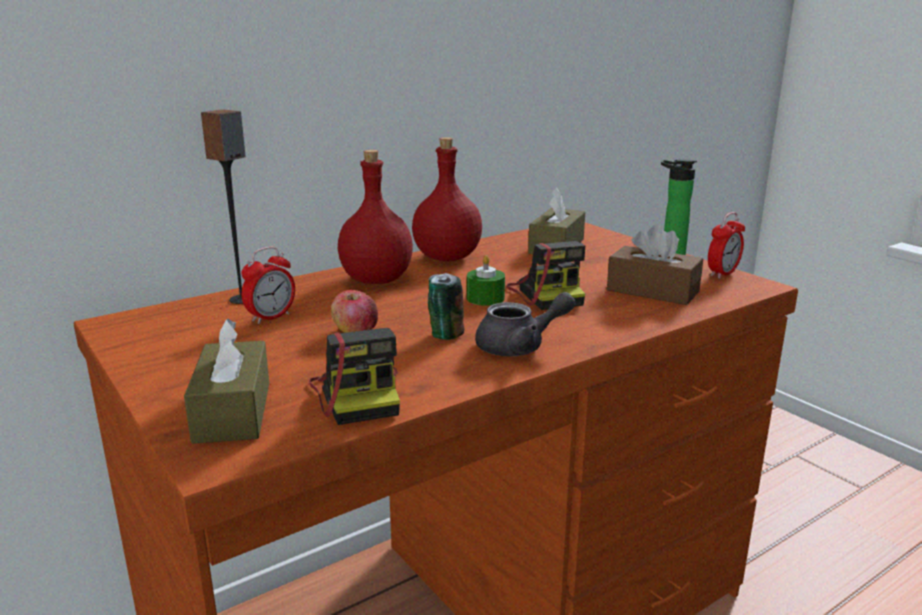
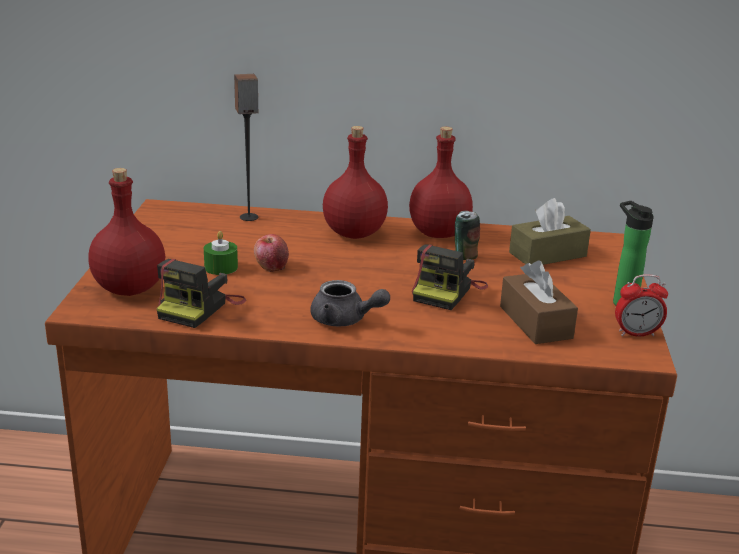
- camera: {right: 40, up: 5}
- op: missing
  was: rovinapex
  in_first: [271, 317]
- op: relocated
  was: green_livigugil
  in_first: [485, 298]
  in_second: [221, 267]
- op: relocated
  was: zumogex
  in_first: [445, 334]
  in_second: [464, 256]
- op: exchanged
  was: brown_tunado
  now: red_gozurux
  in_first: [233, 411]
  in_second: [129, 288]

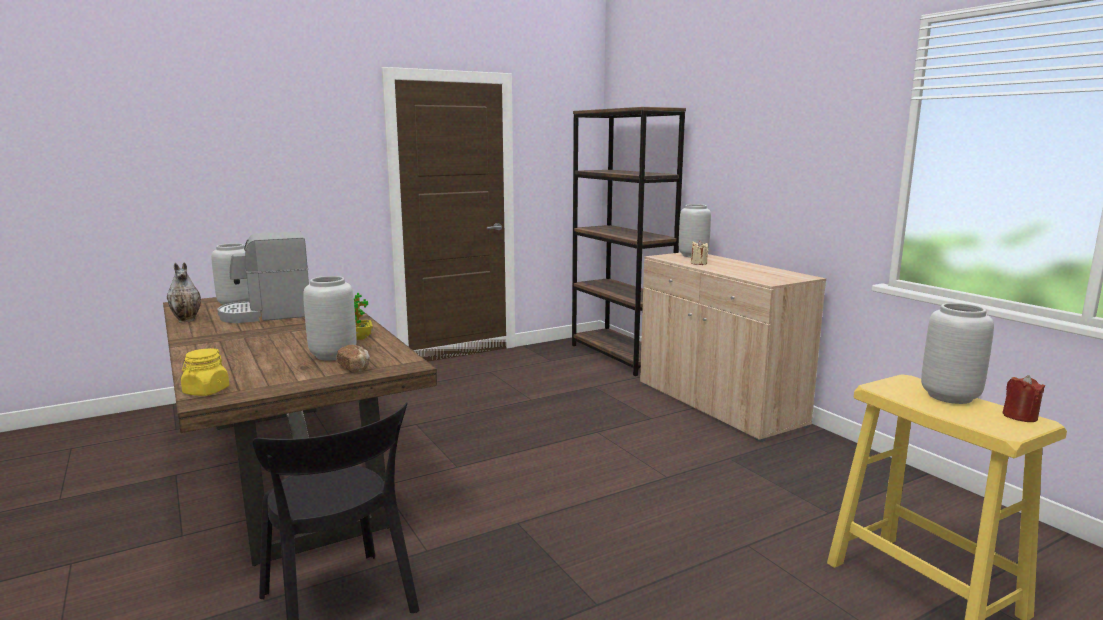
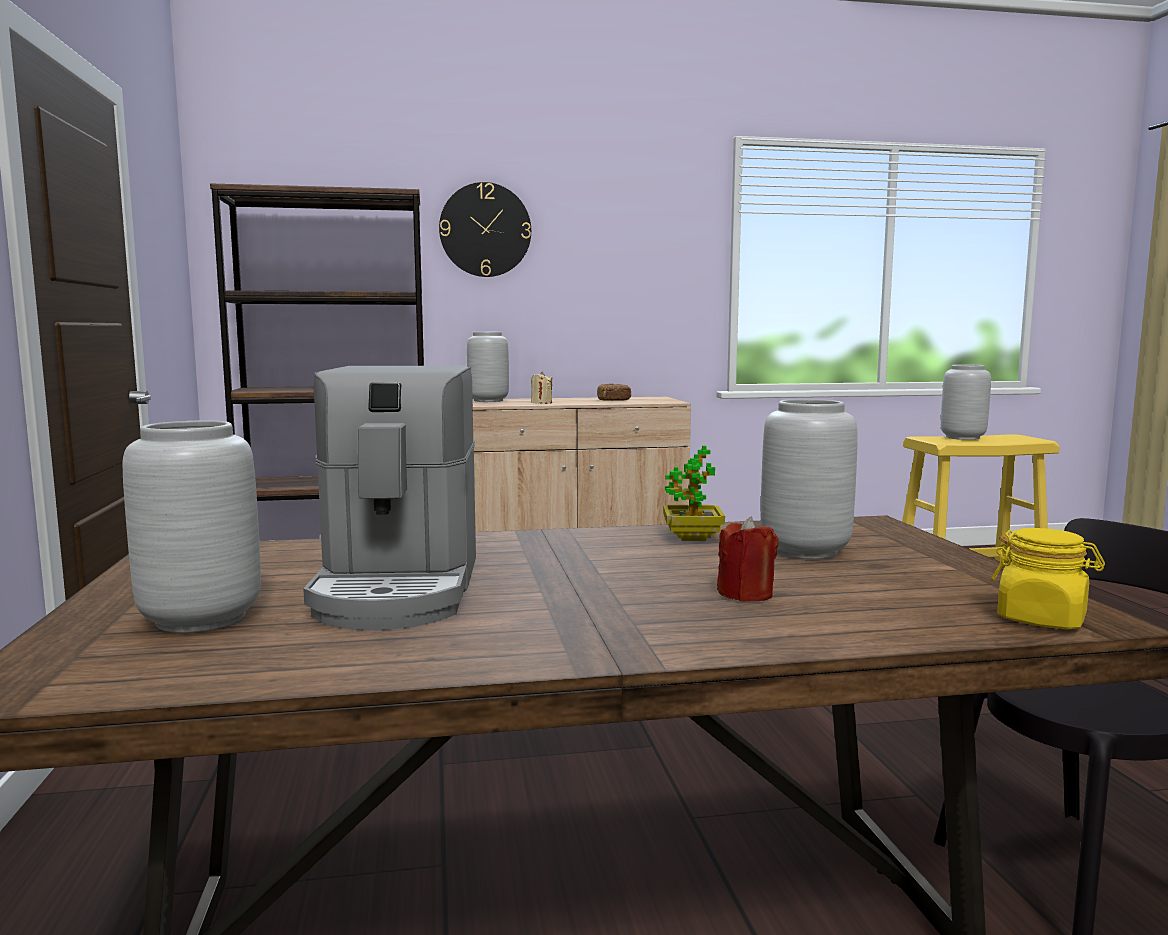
- camera: {right: -70, up: -5}
- op: missing
  was: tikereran
  in_first: [187, 320]
- op: relocated
  was: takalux
  in_first: [355, 367]
  in_second: [614, 400]
- op: relocated
  was: red_livigugil
  in_first: [1020, 416]
  in_second: [745, 594]
- op: appeared
  now: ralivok
  in_second: [485, 230]

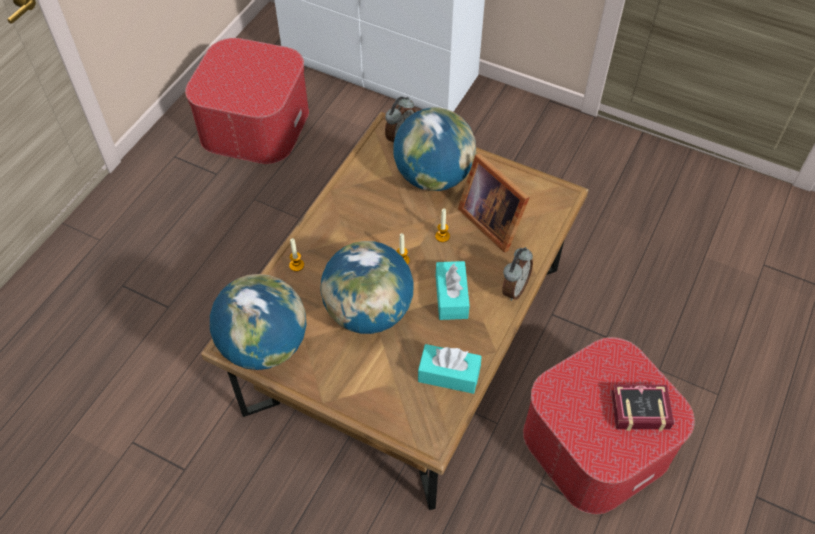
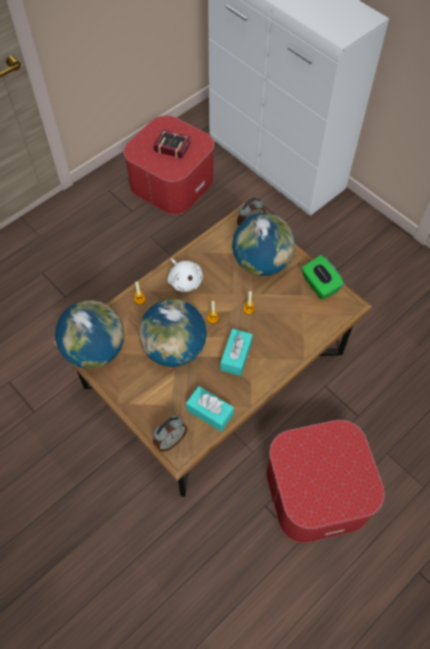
- camera: {right: 20, up: 5}
- op: missing
  was: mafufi
  in_first: [491, 220]
- op: relocated
  was: rovinapex
  in_first: [514, 288]
  in_second: [170, 440]
- op: relocated
  was: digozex
  in_first: [637, 408]
  in_second: [171, 145]
- op: appeared
  now: green_tunado
  in_second: [319, 285]
- op: appeared
  now: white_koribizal
  in_second: [185, 280]

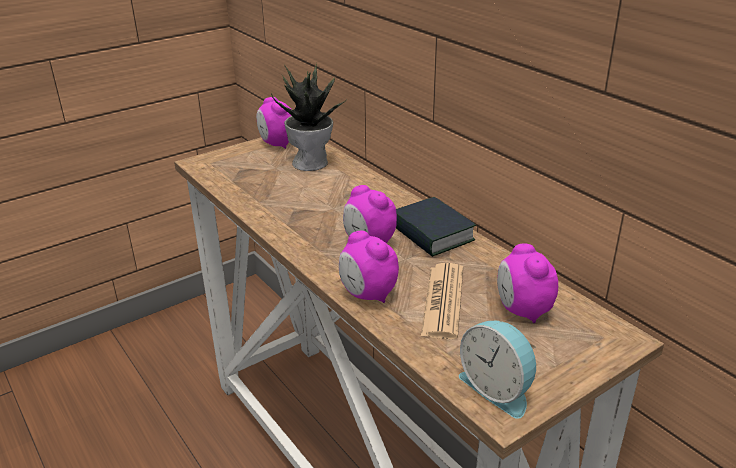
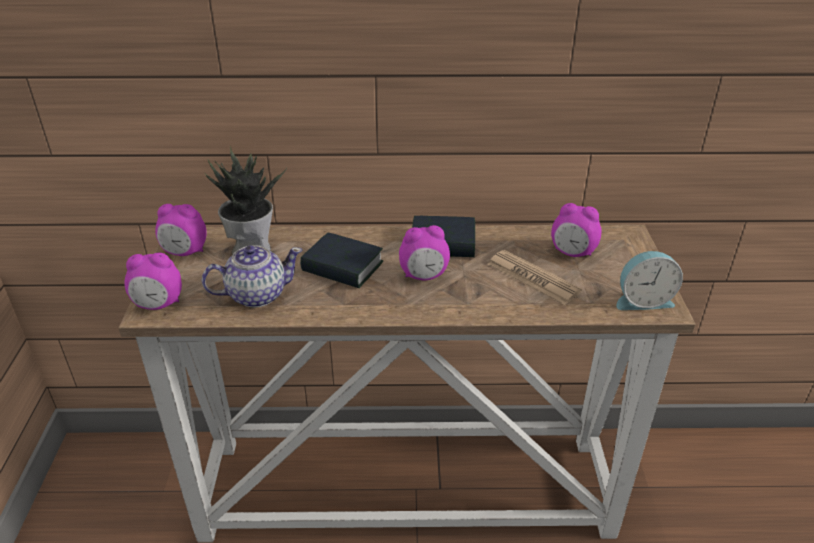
- camera: {right: -55, up: 5}
- op: relocated
  was: rovinapex
  in_first: [367, 295]
  in_second: [159, 305]
- op: appeared
  now: digozex
  in_second: [342, 267]
- op: appeared
  now: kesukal
  in_second: [256, 294]

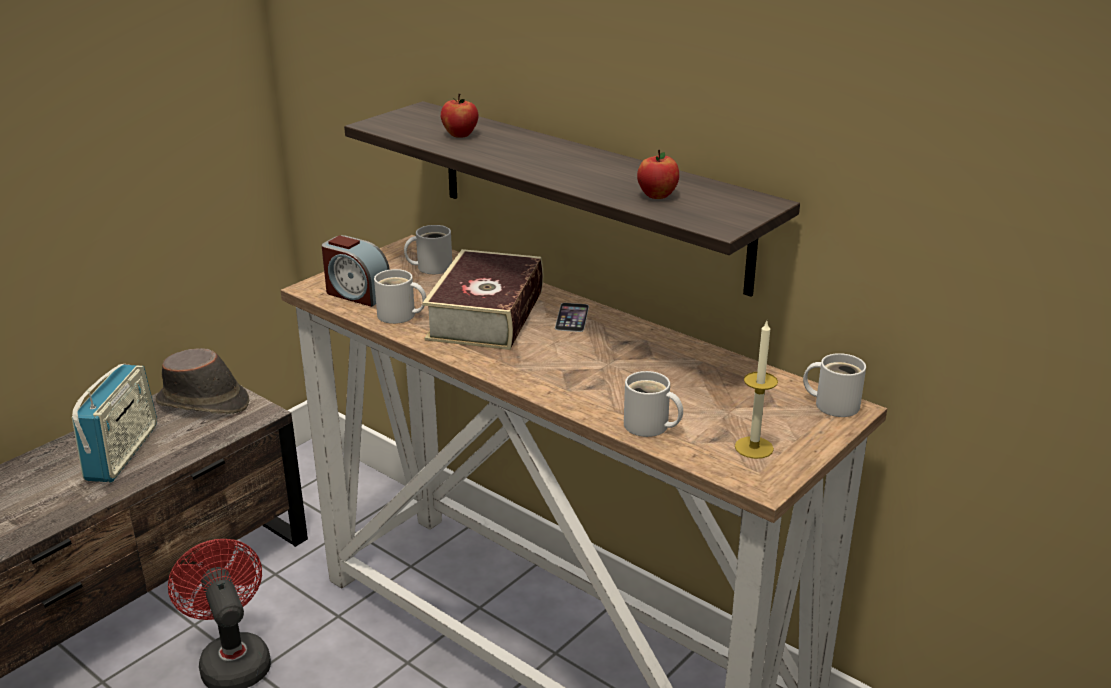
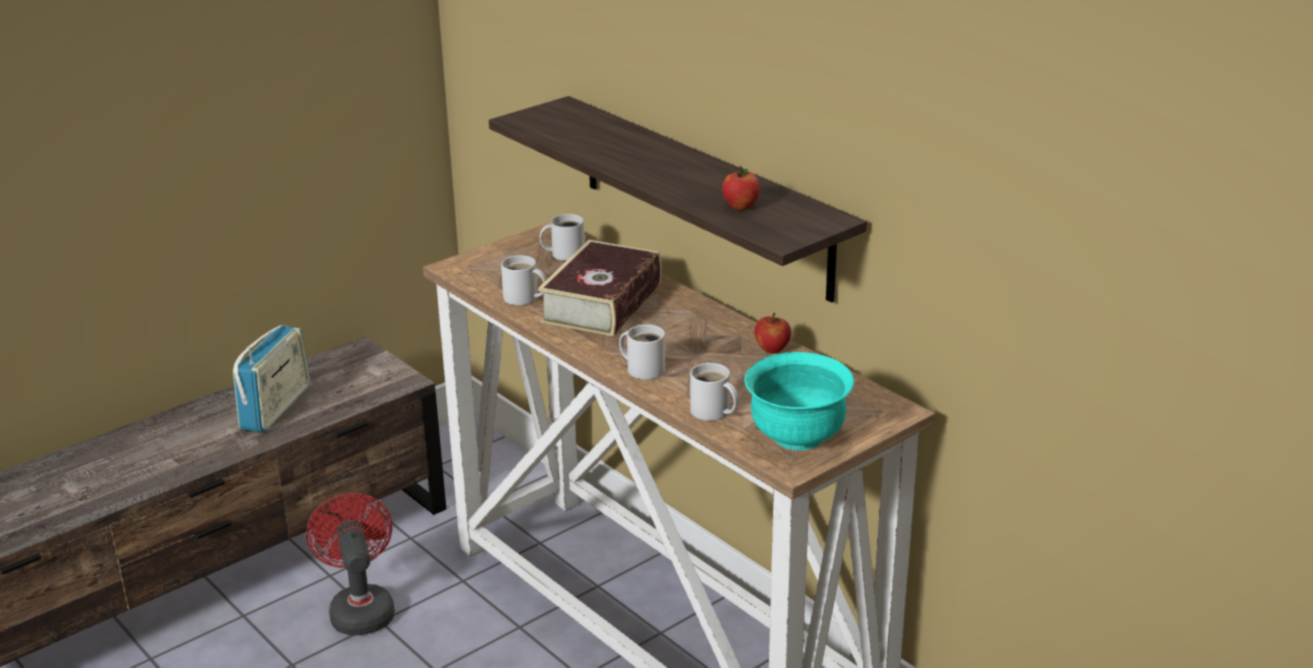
- camera: {right: 10, up: 0}
- op: relocated
  was: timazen
  in_first: [460, 135]
  in_second: [772, 349]
- op: missing
  was: rovinapex
  in_first: [357, 293]
- op: missing
  was: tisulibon
  in_first: [572, 317]
- op: exchanged
  was: livigugil
  now: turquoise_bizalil
  in_first: [754, 447]
  in_second: [797, 437]
- op: missing
  was: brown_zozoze
  in_first: [203, 403]
- op: relocated
  was: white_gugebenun
  in_first: [833, 404]
  in_second: [644, 368]

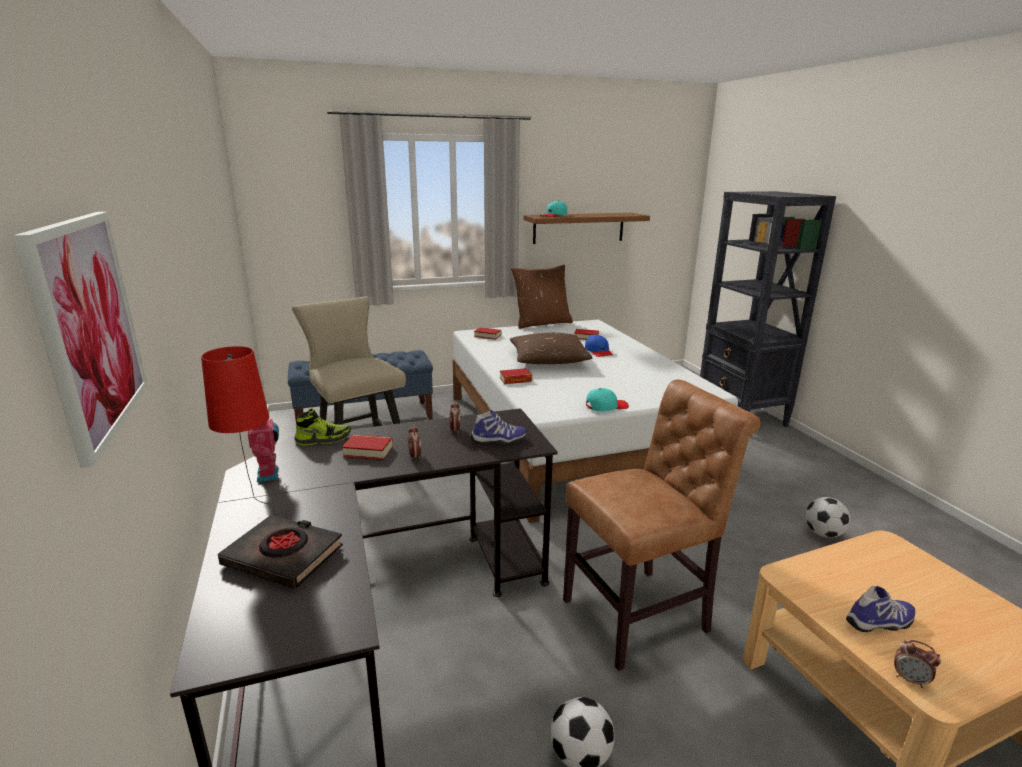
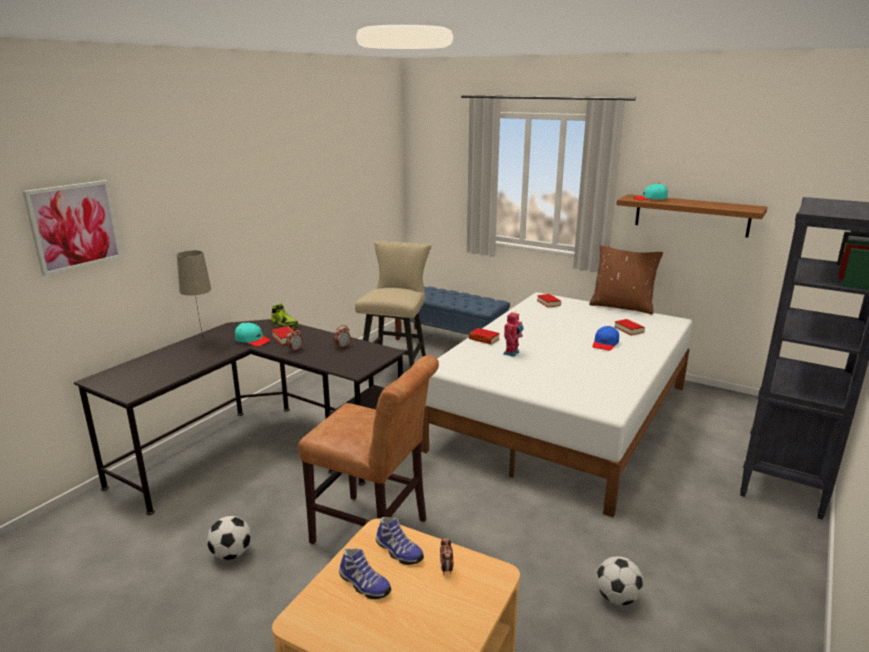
- camera: {right: 50, up: 0}
- op: missing
  was: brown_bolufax
  in_first: [548, 360]
- op: colour
  was: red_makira
  now: beige_makira
  in_first: [254, 507]
  in_second: [202, 341]
- op: relocated
  was: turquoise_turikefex
  in_first: [606, 406]
  in_second: [253, 340]
- op: relocated
  was: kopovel
  in_first: [499, 440]
  in_second: [398, 552]
- op: relocated
  was: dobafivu
  in_first: [270, 474]
  in_second: [512, 353]
- op: missing
  was: black_digozex
  in_first: [284, 556]
- op: relocated
  was: rovinapex
  in_first: [910, 679]
  in_second: [446, 569]

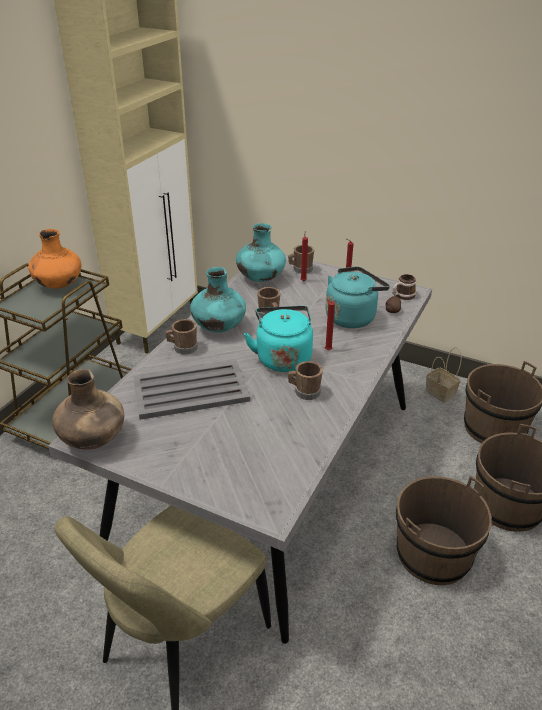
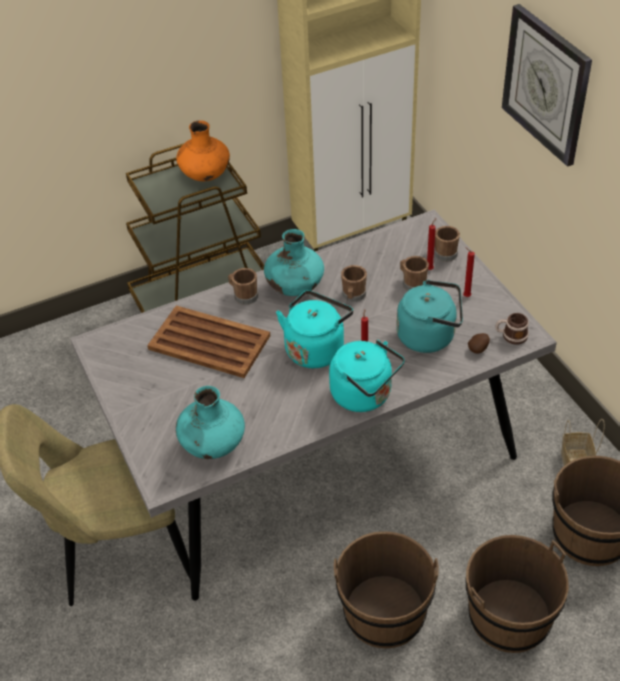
- camera: {right: 40, up: 10}
- op: relocated
  was: turquoise_tikereran
  in_first: [260, 278]
  in_second: [212, 445]
- op: colour
  was: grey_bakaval
  now: brown_bakaval
  in_first: [189, 390]
  in_second: [208, 342]
- op: relocated
  was: brown_gugebenun
  in_first: [304, 392]
  in_second: [412, 283]
- op: missing
  was: brown_tikereran
  in_first: [93, 439]
- op: appeared
  now: ralivok
  in_second: [546, 84]
- op: appeared
  now: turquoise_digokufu
  in_second: [365, 395]

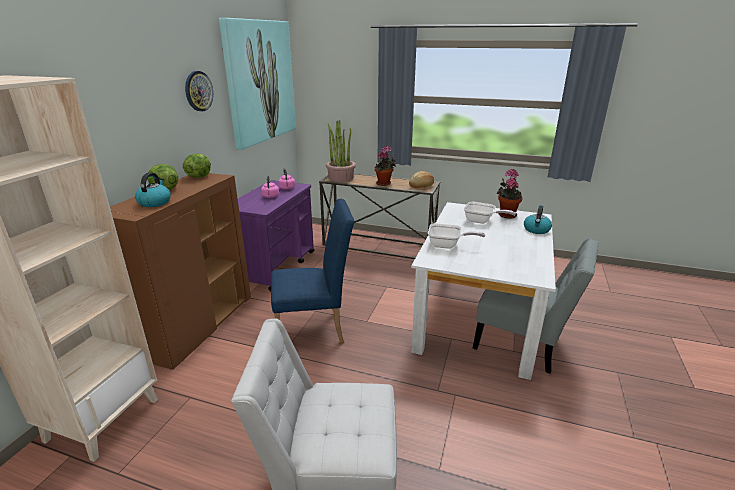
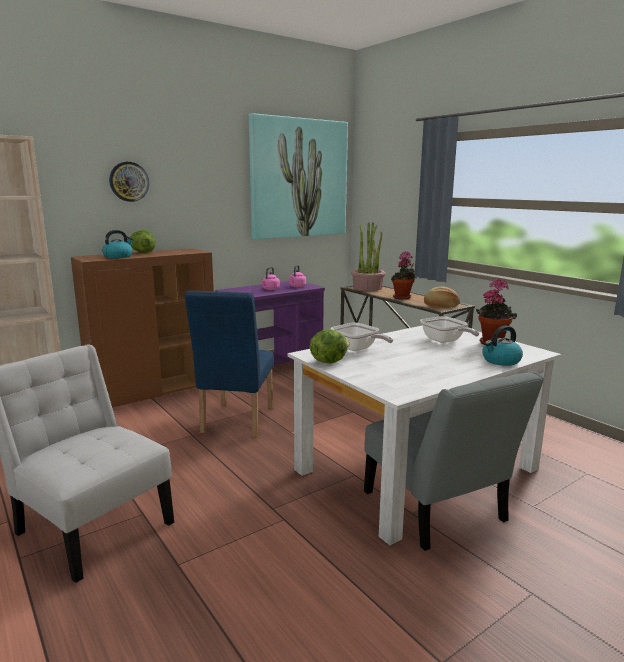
- camera: {right: 35, up: -10}
- op: relocated
  was: ralivok
  in_first: [198, 91]
  in_second: [129, 181]
- op: relocated
  was: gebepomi
  in_first: [199, 176]
  in_second: [328, 361]
- op: spun
  was: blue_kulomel
  in_first: [315, 330]
  in_second: [235, 422]
  clockwise: 75

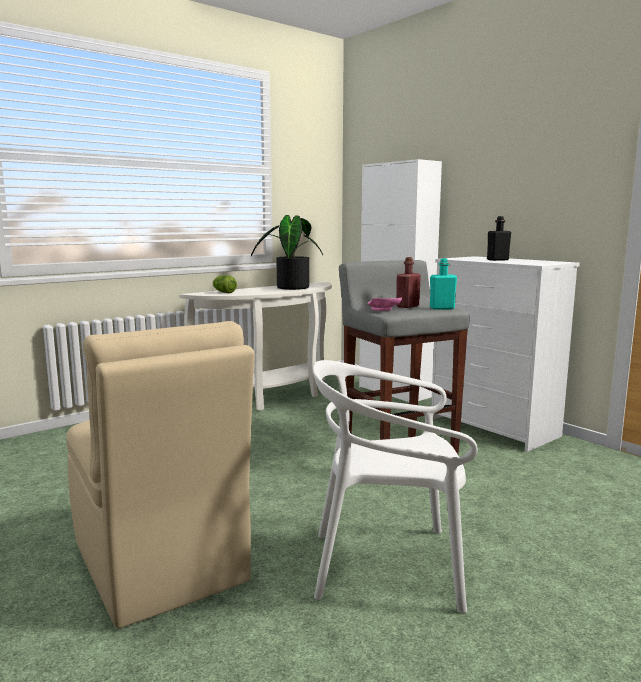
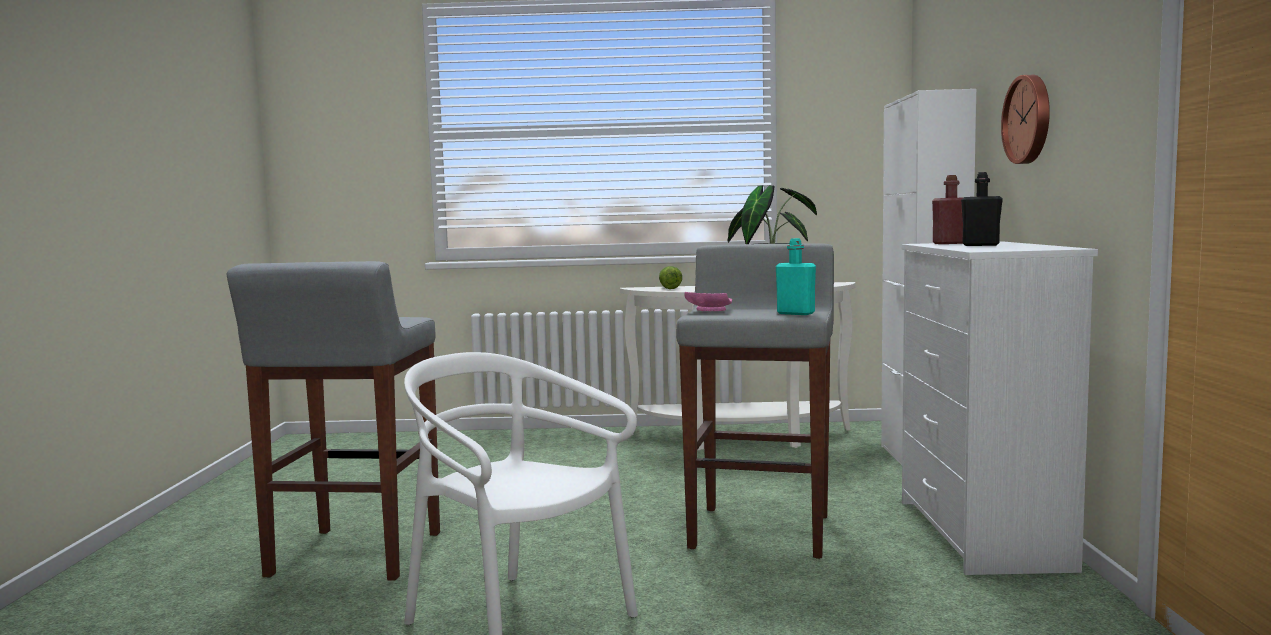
- camera: {right: 40, up: -5}
- op: relocated
  was: red_gozurux
  in_first: [407, 306]
  in_second: [950, 243]
- op: exchanged
  was: beige_kulomel
  now: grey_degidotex
  in_first: [160, 565]
  in_second: [354, 556]
- op: appeared
  now: ralivok
  in_second: [1029, 119]

